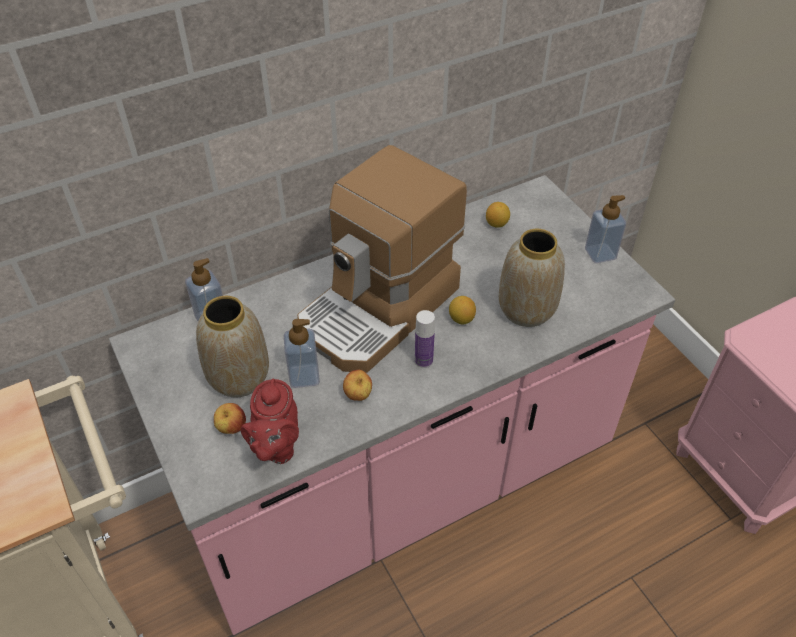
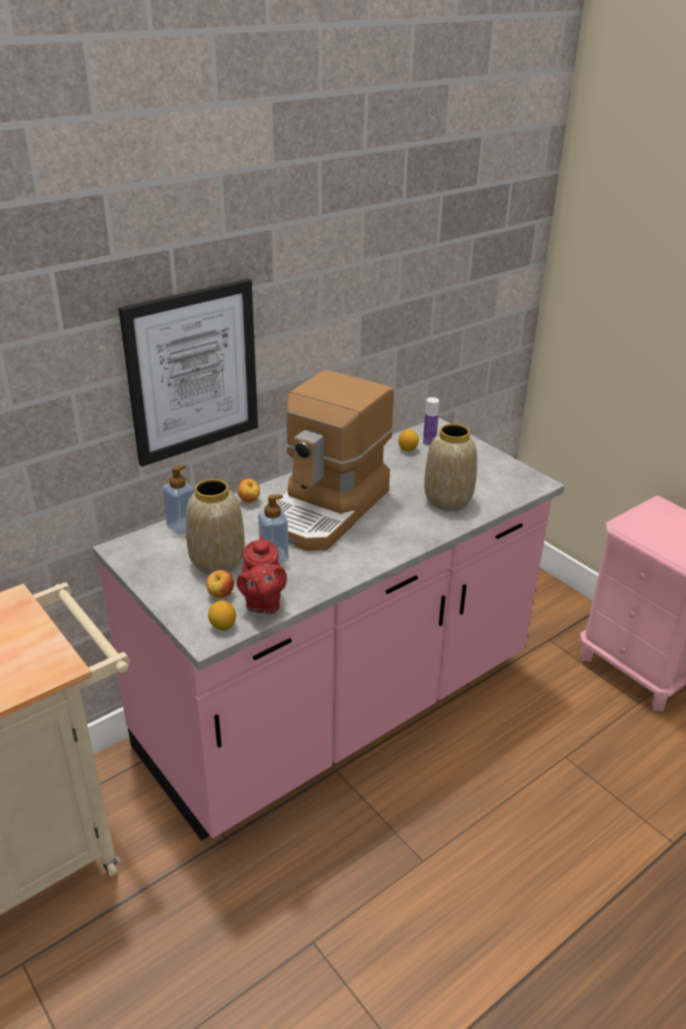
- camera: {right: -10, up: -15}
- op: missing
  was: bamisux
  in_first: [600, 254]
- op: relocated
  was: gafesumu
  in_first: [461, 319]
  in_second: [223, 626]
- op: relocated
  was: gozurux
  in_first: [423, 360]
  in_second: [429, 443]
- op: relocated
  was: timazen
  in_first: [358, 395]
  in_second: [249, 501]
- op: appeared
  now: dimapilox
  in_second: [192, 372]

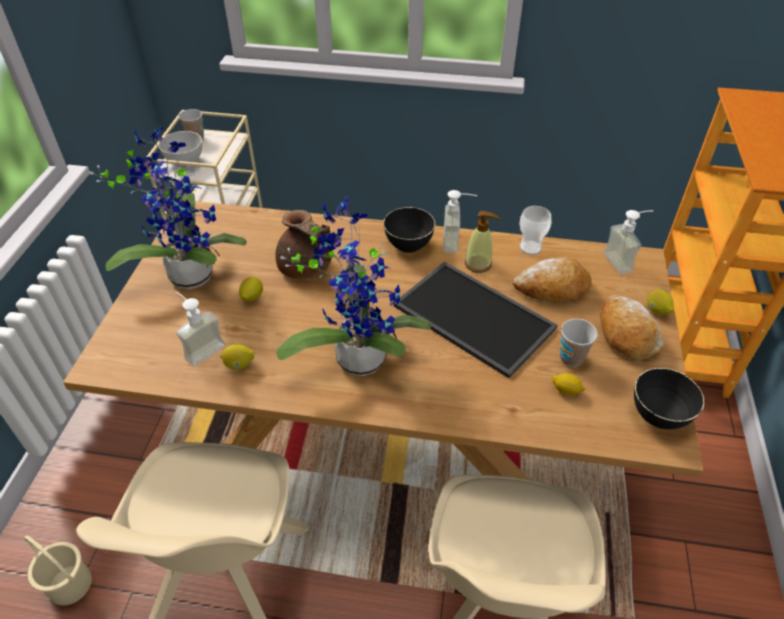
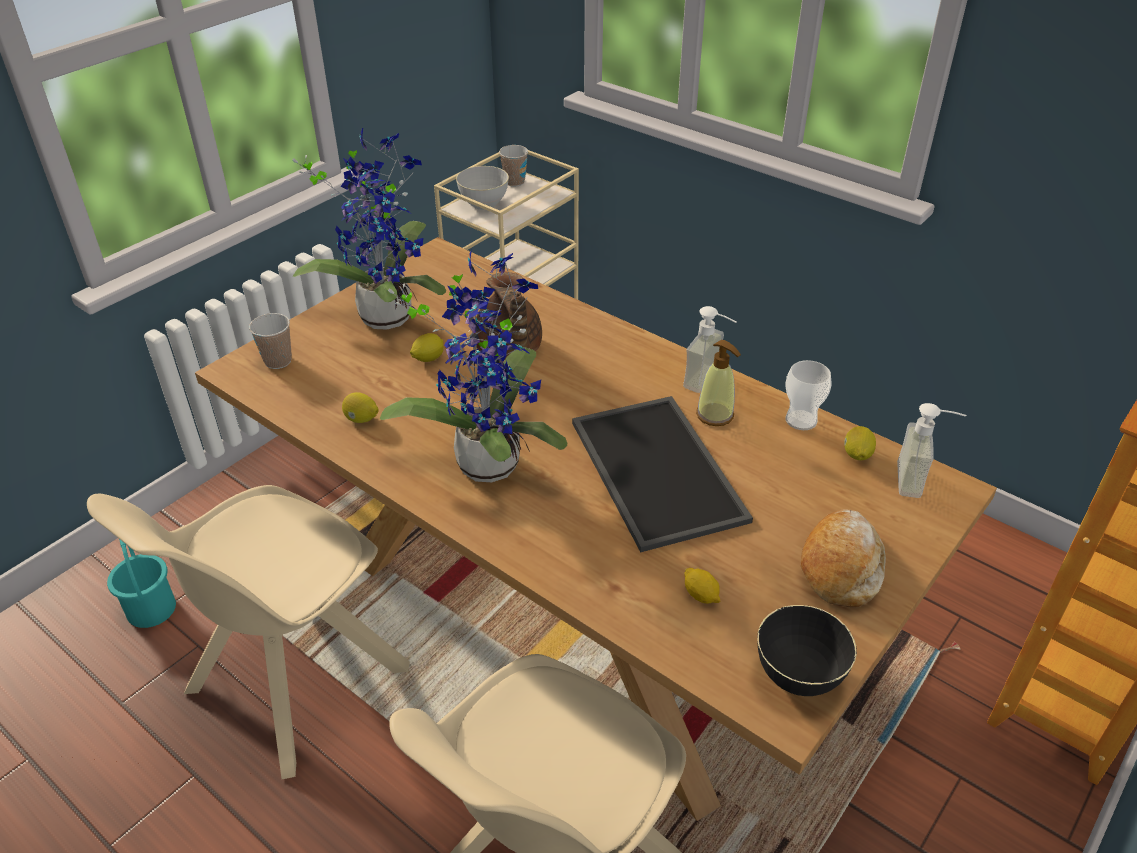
- camera: {right: 30, up: -5}
- op: missing
  was: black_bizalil
  in_first: [408, 245]
- op: missing
  was: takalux
  in_first: [552, 288]
- op: relocated
  was: gafesumu
  in_first: [657, 311]
  in_second: [856, 455]
- op: missing
  was: bamisux
  in_first: [200, 348]
- op: relocated
  was: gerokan
  in_first: [571, 358]
  in_second: [278, 361]
- op: colour
  was: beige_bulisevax
  now: turquoise_bulisevax
  in_first: [69, 585]
  in_second: [150, 609]

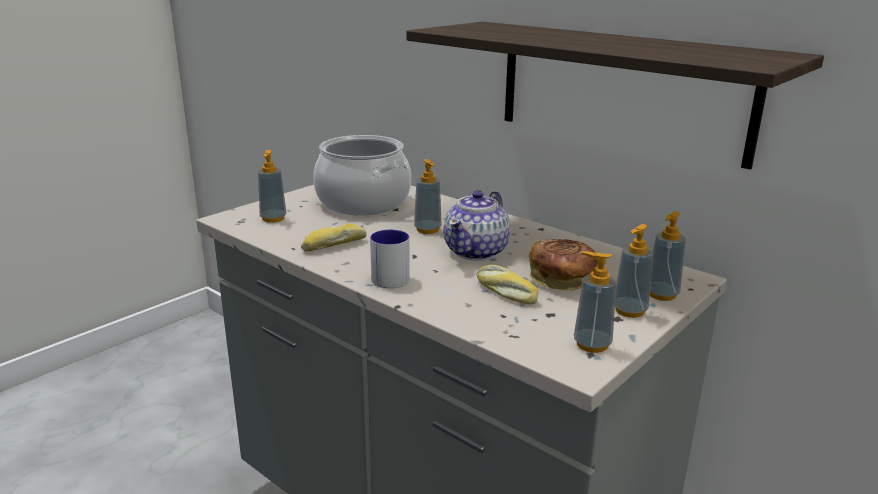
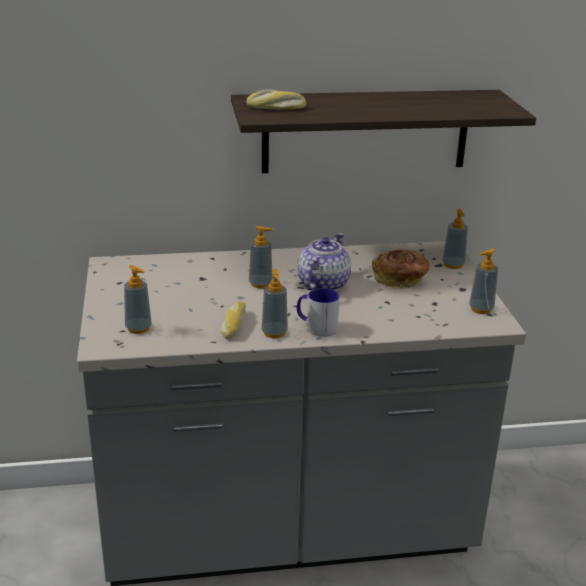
- camera: {right: -50, up: 5}
- op: missing
  was: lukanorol
  in_first: [364, 202]
- op: spun
  was: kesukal
  in_first: [477, 251]
  in_second: [322, 284]
  clockwise: -135
- op: relocated
  was: bamisux
  in_first: [629, 311]
  in_second: [274, 333]
- op: relocated
  was: takalux
  in_first: [504, 292]
  in_second: [276, 108]

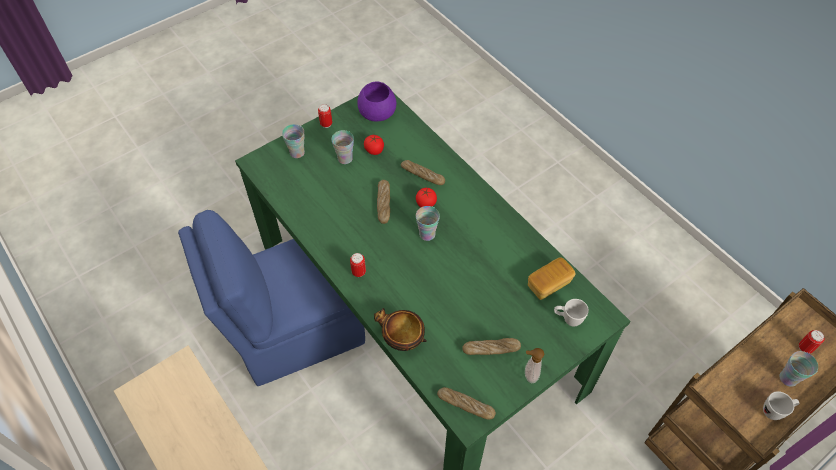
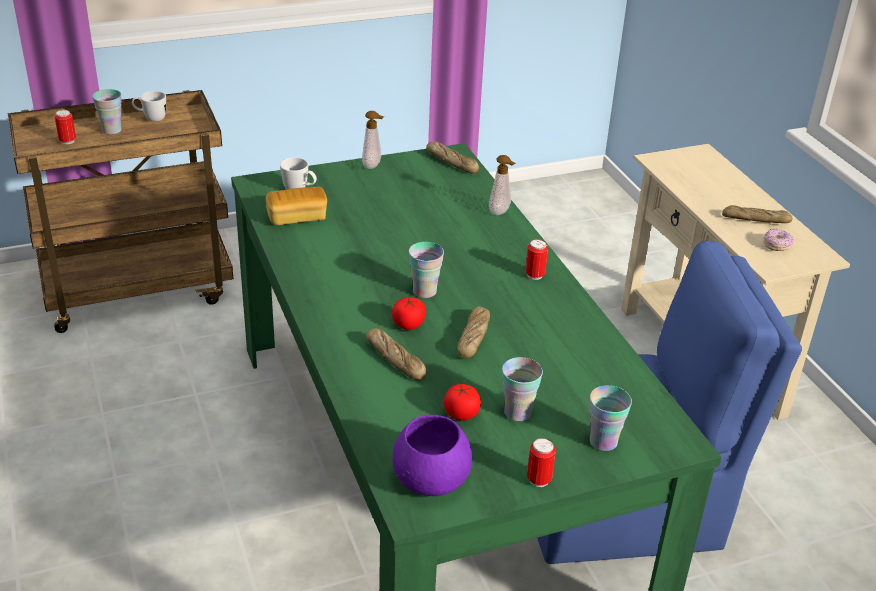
- camera: {right: -165, up: -20}
- op: exchanged
  was: bizalil
  now: bamisux
  in_first: [401, 340]
  in_second: [500, 213]
- op: relocated
  was: takalux
  in_first: [491, 349]
  in_second: [755, 220]
- op: appeared
  now: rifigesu
  in_second: [776, 246]

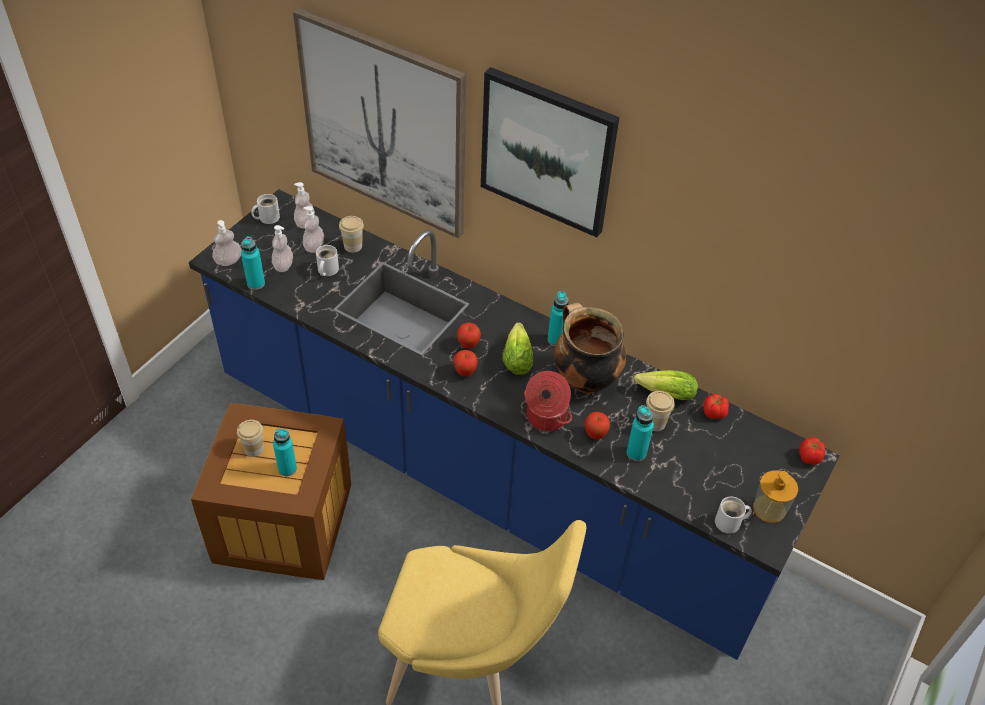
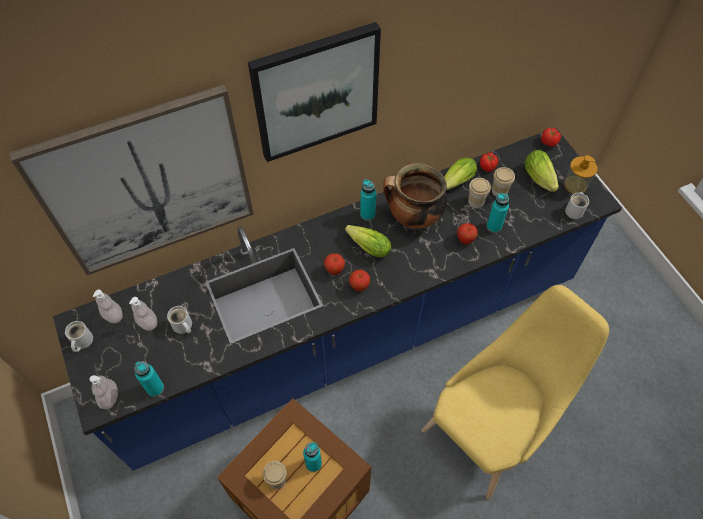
- camera: {right: -55, up: 10}
- op: relocated
  was: gerokan
  in_first: [353, 246]
  in_second: [499, 191]
- op: missing
  was: bamisux
  in_first: [283, 266]
- op: missing
  was: lukanorol
  in_first: [545, 417]
- op: appeared
  now: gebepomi
  in_second: [540, 179]

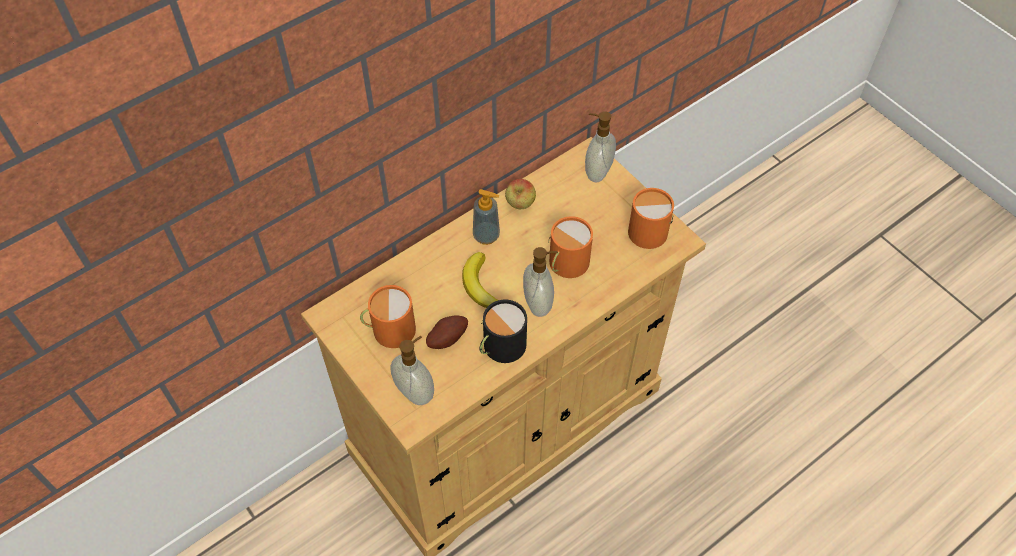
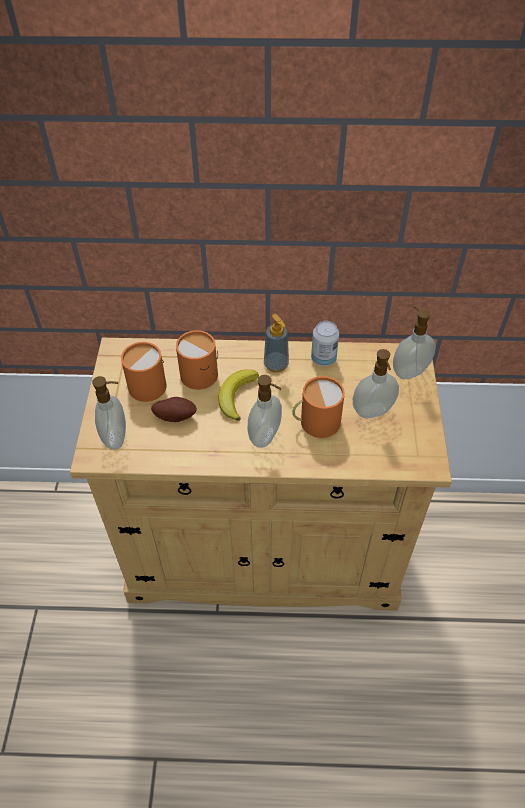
- camera: {right: 40, up: -5}
- op: exchanged
  was: timazen
  now: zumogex
  in_first: [520, 205]
  in_second: [323, 359]
- op: relocated
  was: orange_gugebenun
  in_first: [647, 228]
  in_second: [202, 372]
- op: missing
  was: black_gugebenun
  in_first: [500, 346]
- op: appeared
  now: bamisux
  in_second: [373, 412]

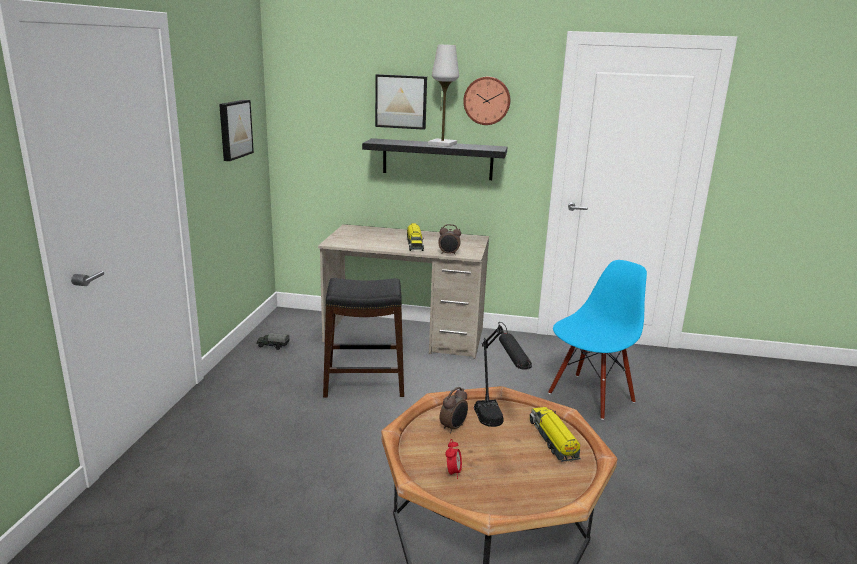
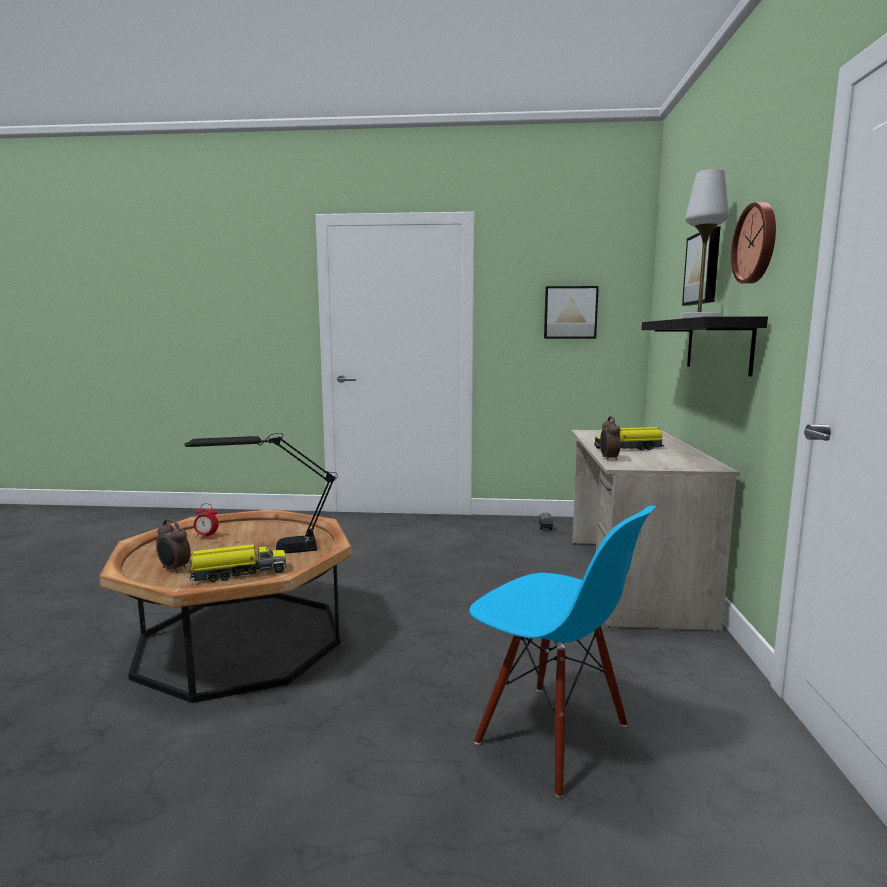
- camera: {right: 85, up: -10}
- op: missing
  was: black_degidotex
  in_first: [364, 383]
- op: relocated
  was: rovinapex
  in_first: [453, 428]
  in_second: [174, 569]

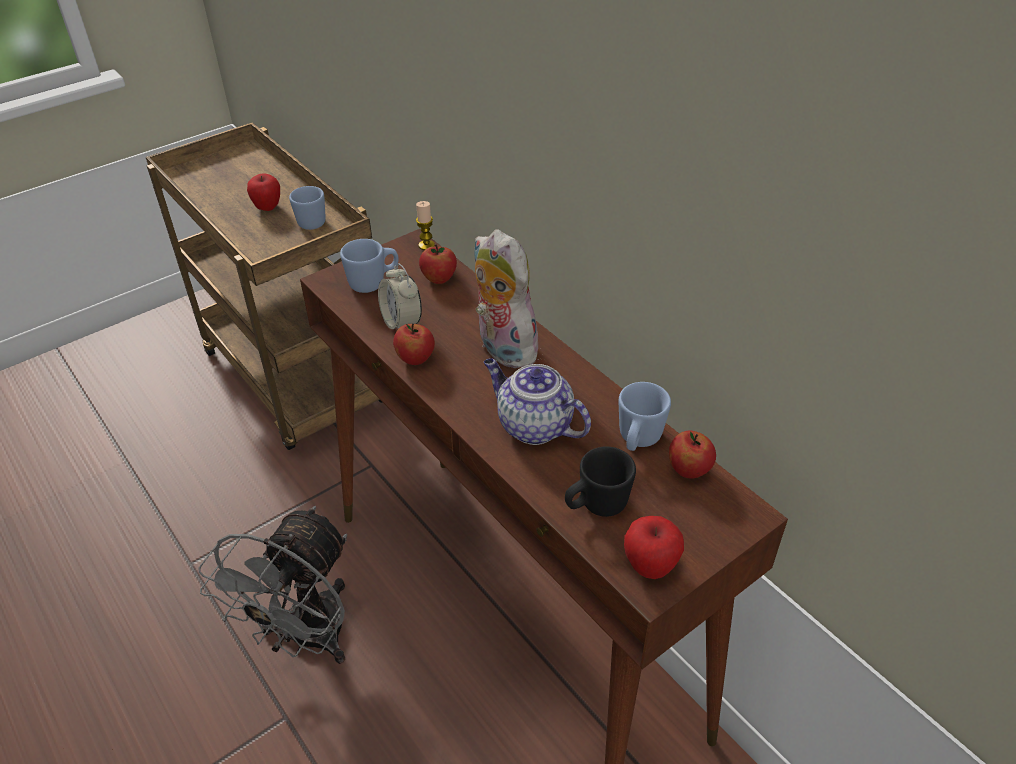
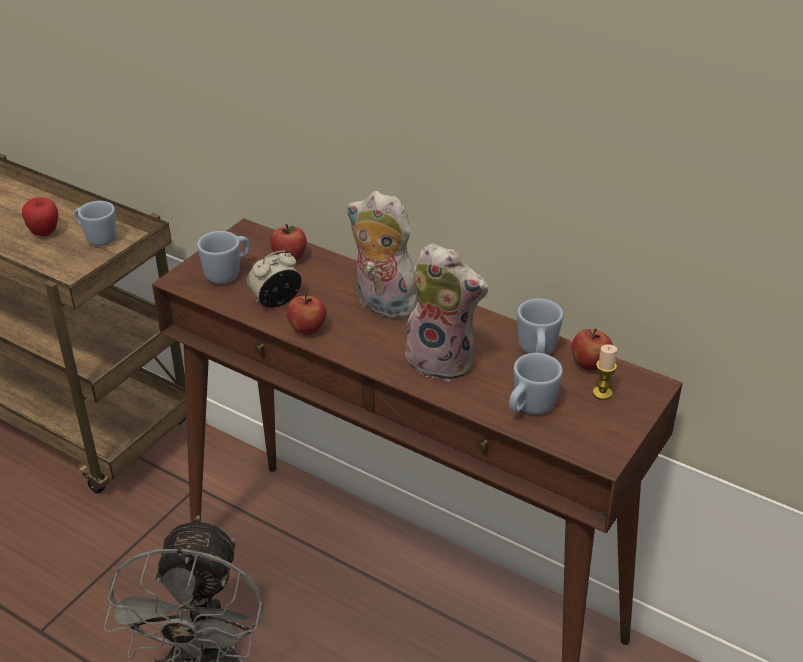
- camera: {right: -20, up: -5}
- op: relocated
  was: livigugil
  in_first: [426, 245]
  in_second: [602, 393]
- op: spun
  was: rovinapex
  in_first: [402, 322]
  in_second: [276, 302]
  clockwise: 105
- op: exchanged
  was: kesukal
  now: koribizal
  in_first: [533, 425]
  in_second: [443, 360]
- op: colour
  was: black_gugebenun
  now: blue_gugebenun
  in_first: [596, 506]
  in_second: [529, 408]
- op: missing
  was: timazen
  in_first: [650, 566]

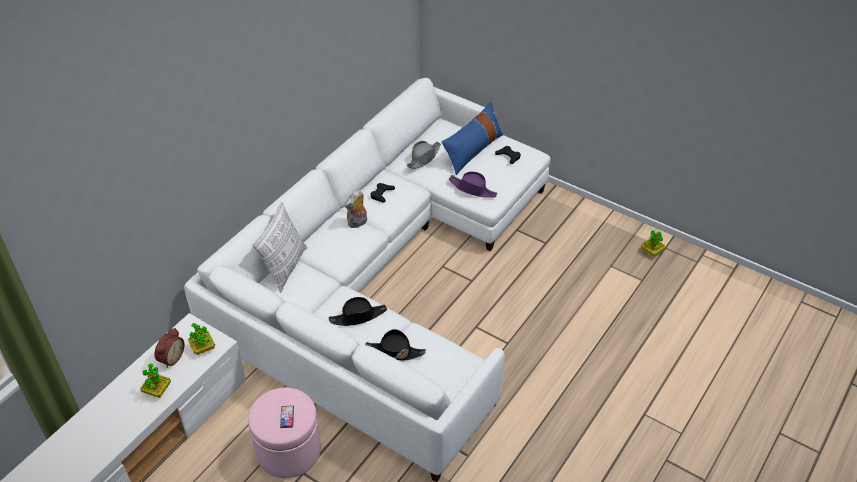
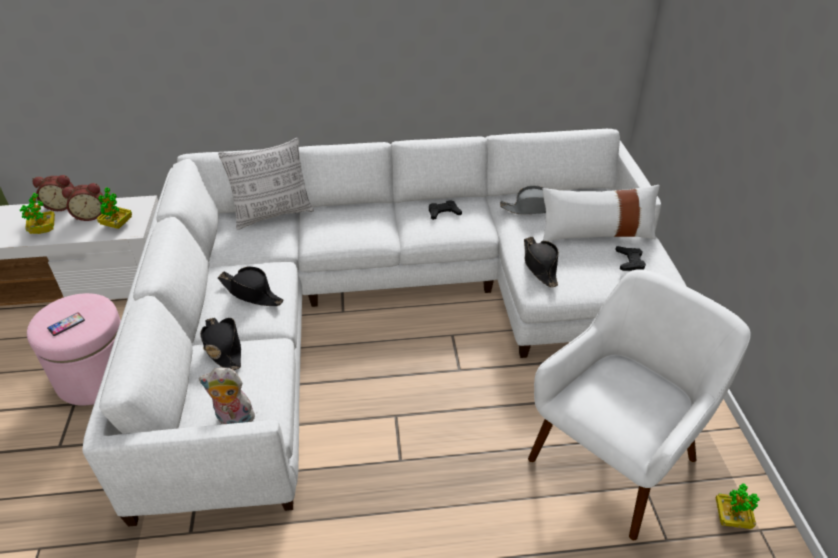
- camera: {right: 50, up: -5}
- op: colour
  was: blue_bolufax
  now: white_bolufax
  in_first: [473, 150]
  in_second: [596, 233]
- op: colour
  was: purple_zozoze
  now: black_zozoze
  in_first: [473, 189]
  in_second: [540, 266]
- op: relocated
  was: koribizal
  in_first: [357, 223]
  in_second: [233, 420]
- op: appeared
  now: rovinapex
  in_second: [62, 206]
- op: appeared
  now: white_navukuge
  in_second: [615, 459]

